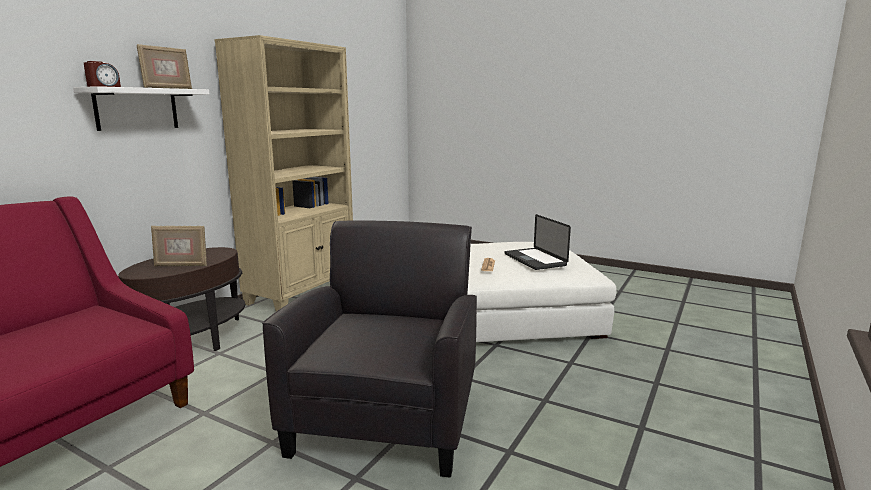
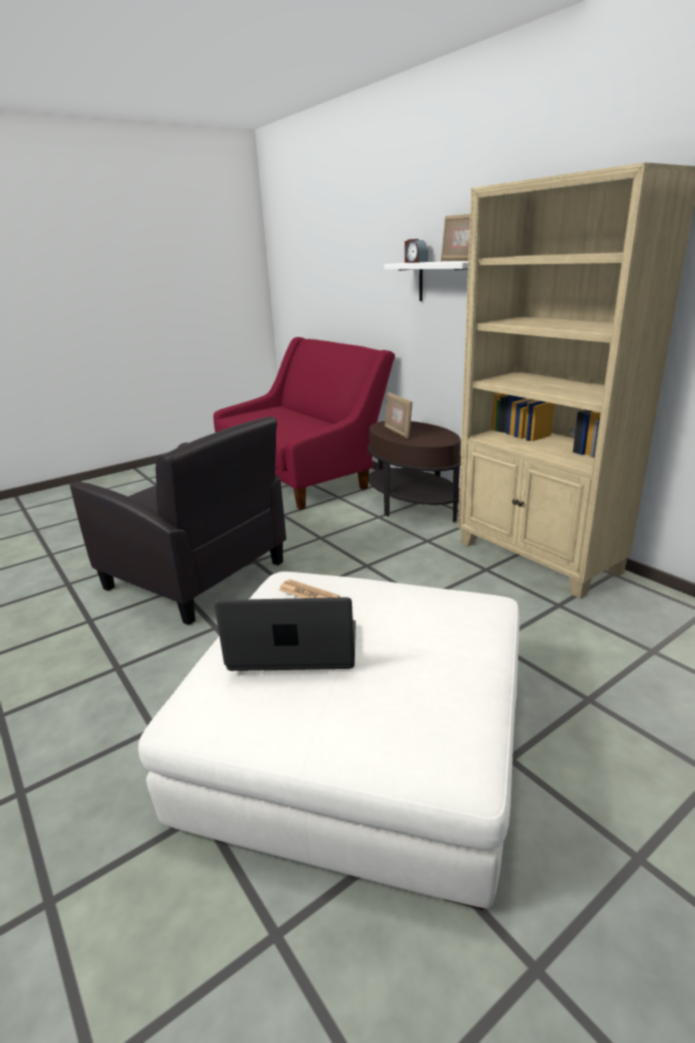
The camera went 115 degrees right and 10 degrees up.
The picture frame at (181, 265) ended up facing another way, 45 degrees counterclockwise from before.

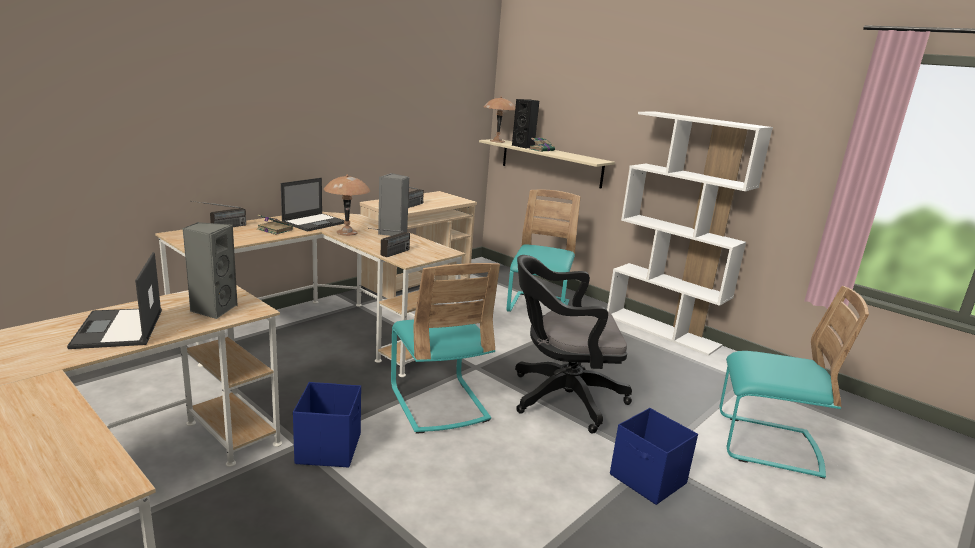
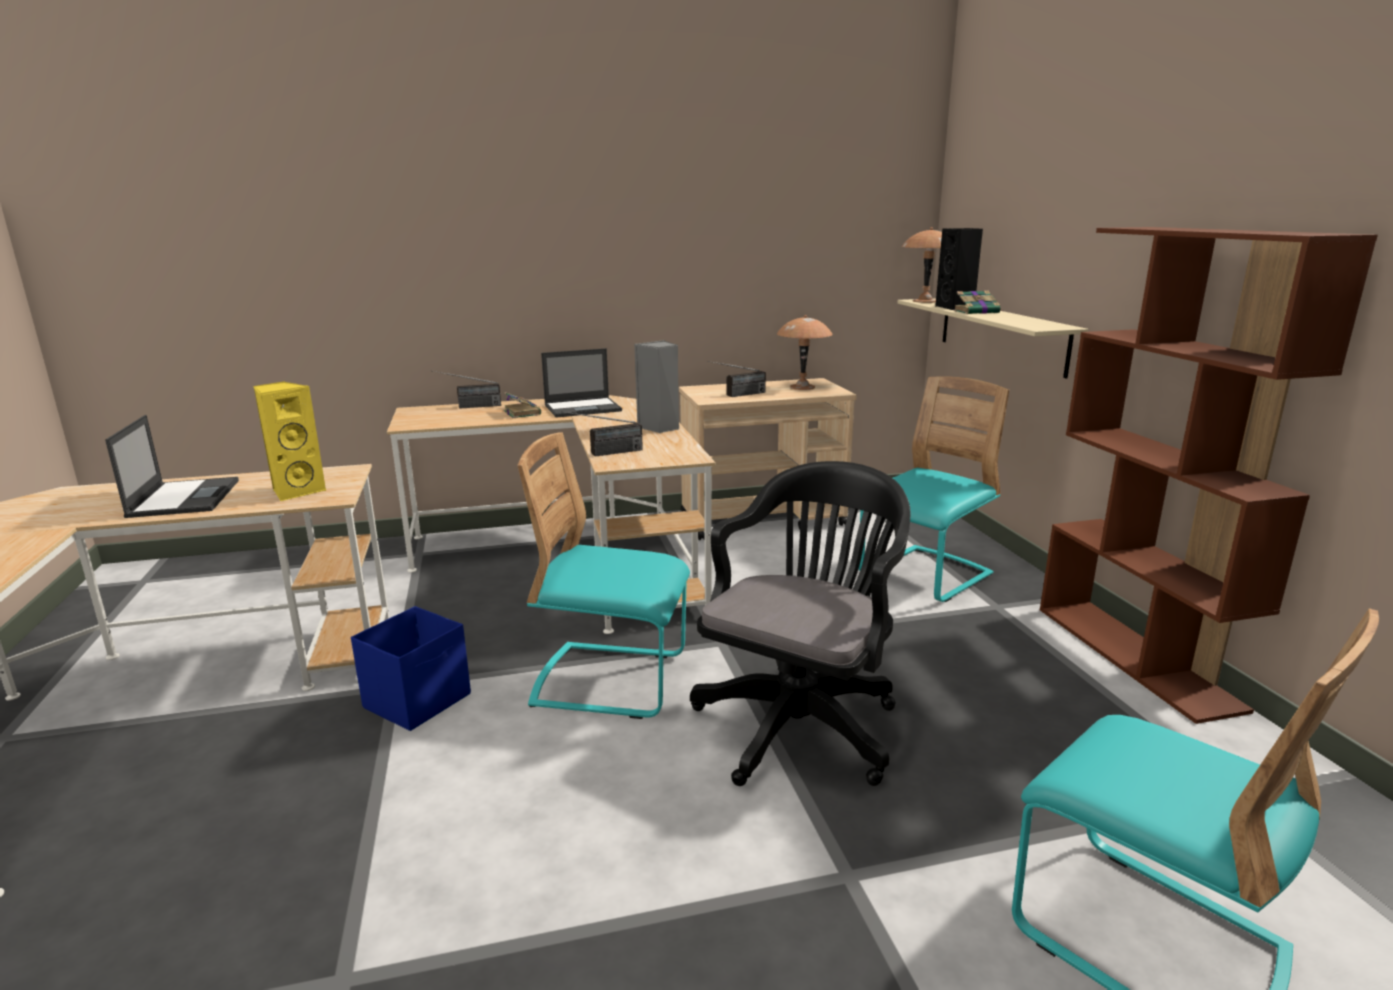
The camera went 35 degrees right and 0 degrees up.
The notebook computer at (118, 329) ended up facing another way, 150 degrees clockwise from before.
What was the speaker in greyish at (213, 309) turned into the speaker in yellow-coloured at (297, 491).
The chair in turquoise-coloured at (438, 403) ended up facing another way, 90 degrees clockwise from before.
The office chair in blackish at (560, 398) ended up facing another way, 90 degrees clockwise from before.
The lamp for a table in brown ended up elsewhere, having gone from (347, 232) to (802, 387).
What was the shelving unit in white-coloured at (662, 330) turned into the shelving unit in brown at (1136, 656).
The second view lost the storage box in bluish at (648, 480).

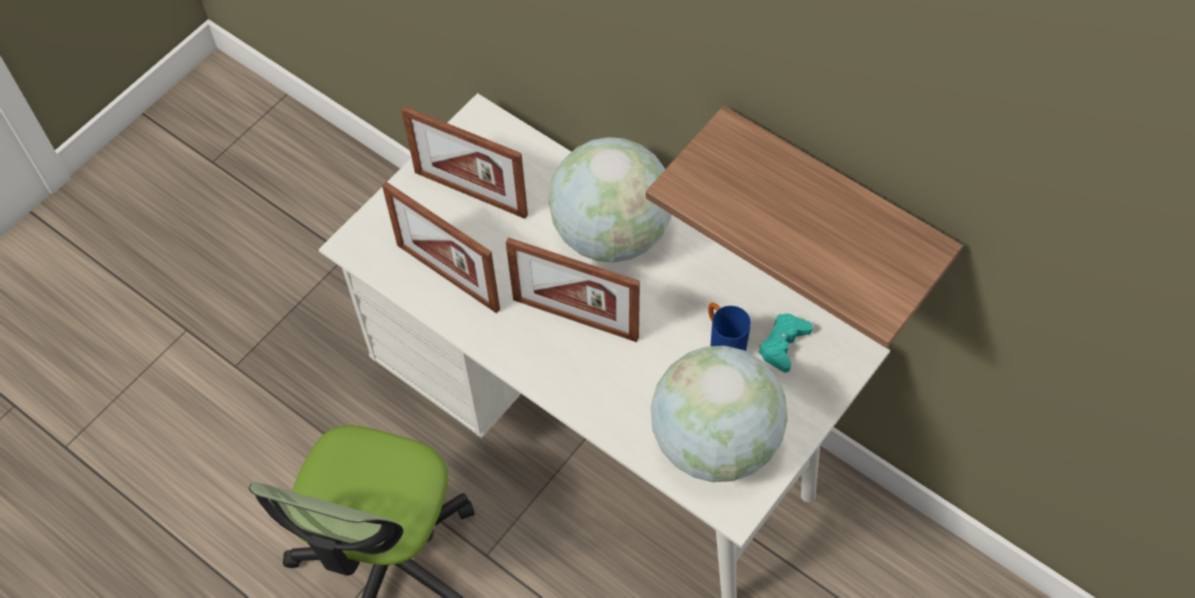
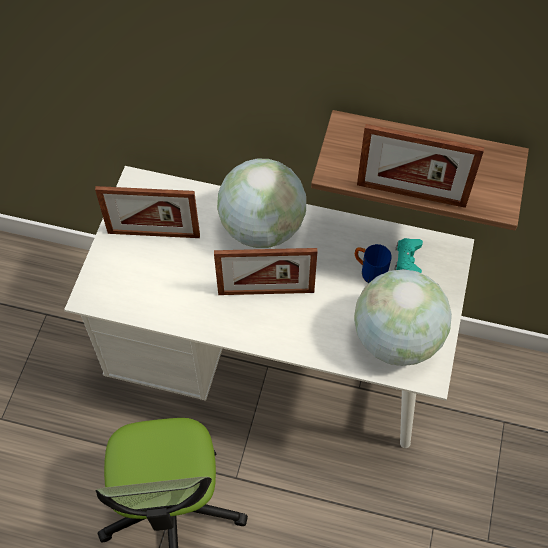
The camera went 25 degrees left and 0 degrees up.
The picture frame ended up elsewhere, having gone from (448, 277) to (411, 194).

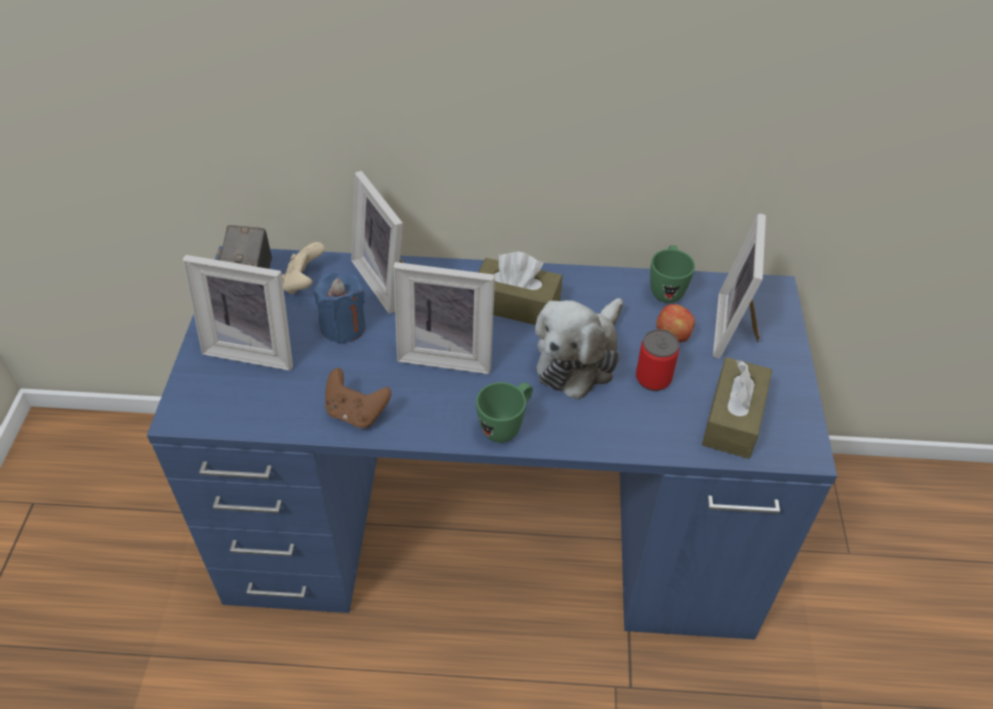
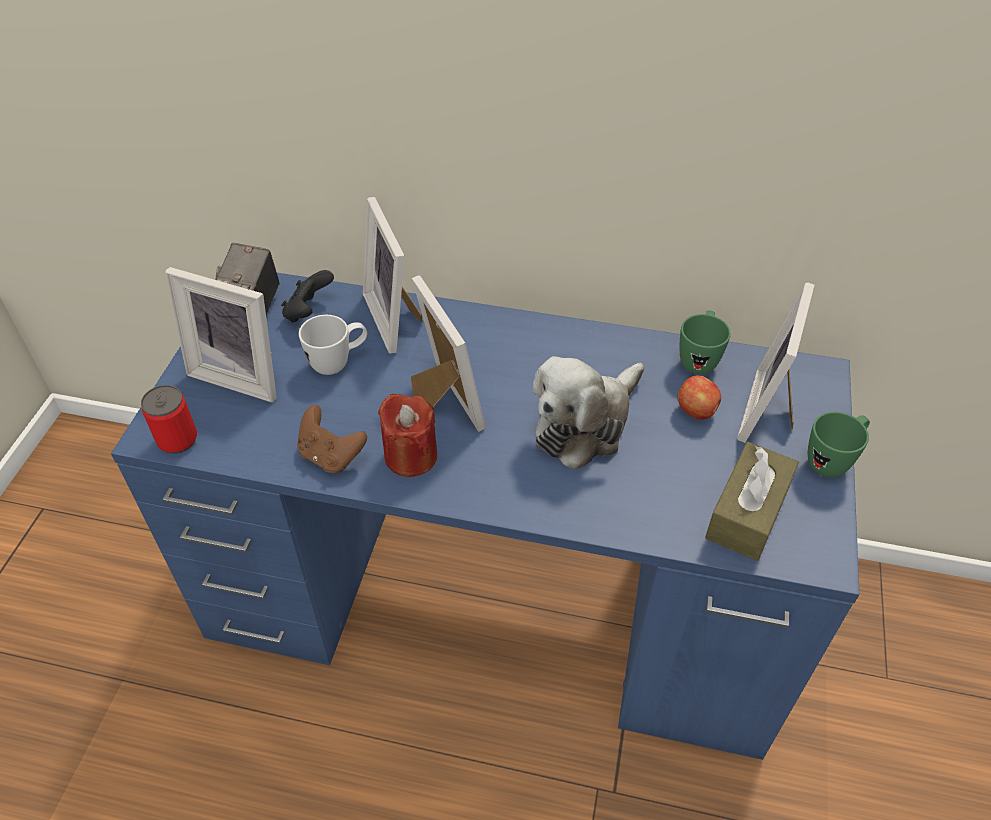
The camera went 10 degrees right and 0 degrees up.
The sealed can ended up elsewhere, having gone from (653, 378) to (177, 440).
What was the gamepad in beige-coloured at (304, 283) turned into the gamepad in blackish at (308, 312).
Where the wax candle in bluish stood at (343, 327), the tea mug in white-coloured came to stand at (338, 362).
The second view gained the wax candle in reddish at (411, 456).
The picture frame at (447, 353) ended up facing another way, 135 degrees counterclockwise from before.
The tea mug in greenish ended up elsewhere, having gone from (506, 426) to (832, 460).
The second view lost the tissue box in brown at (516, 305).

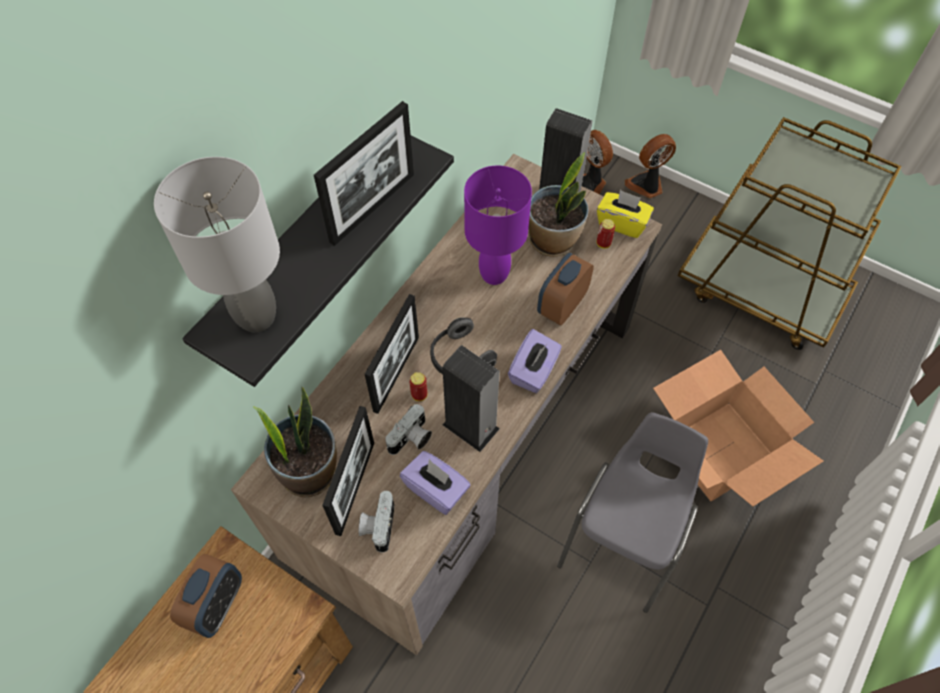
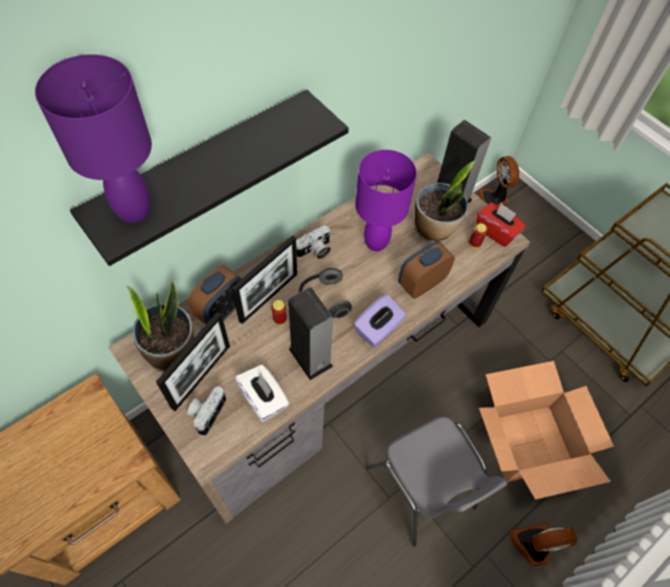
The camera went 15 degrees right and 0 degrees up.
What was the lamp for a table in greyish at (258, 316) turned into the lamp for a table in purple-coloured at (135, 210).
The bedside clock ended up elsewhere, having gone from (217, 604) to (221, 310).
What was the tissue box in purple-coloured at (436, 489) turned into the tissue box in white-coloured at (263, 399).
The photo camera ended up elsewhere, having gone from (411, 439) to (315, 251).
The chair in greyish at (624, 540) ended up facing another way, 105 degrees clockwise from before.
What was the tissue box in yellow-coloured at (622, 223) turned into the tissue box in reddish at (496, 231).
The electric fan ended up elsewhere, having gone from (646, 185) to (533, 545).
The second view lost the picture frame at (372, 207).

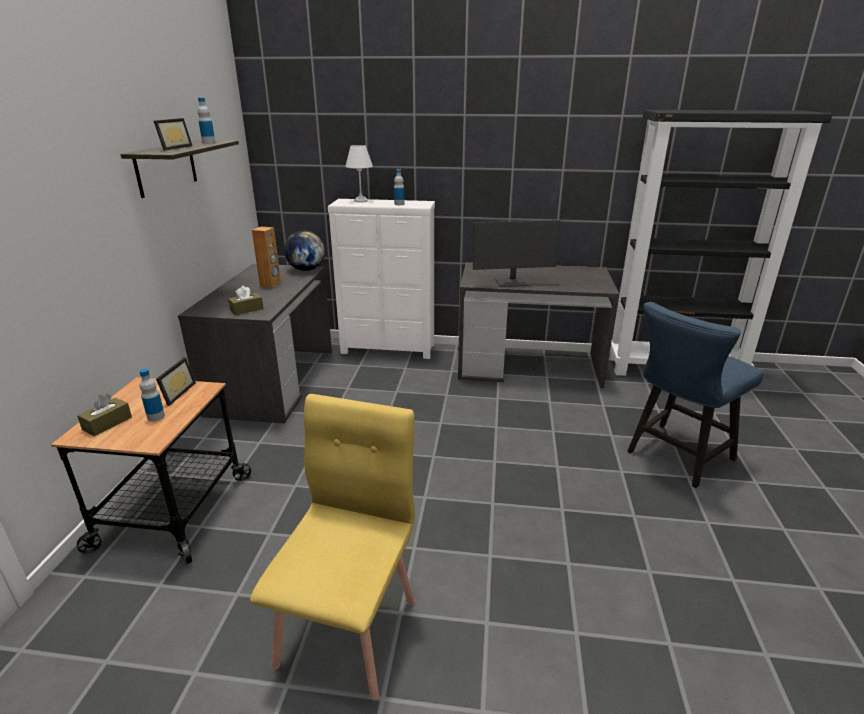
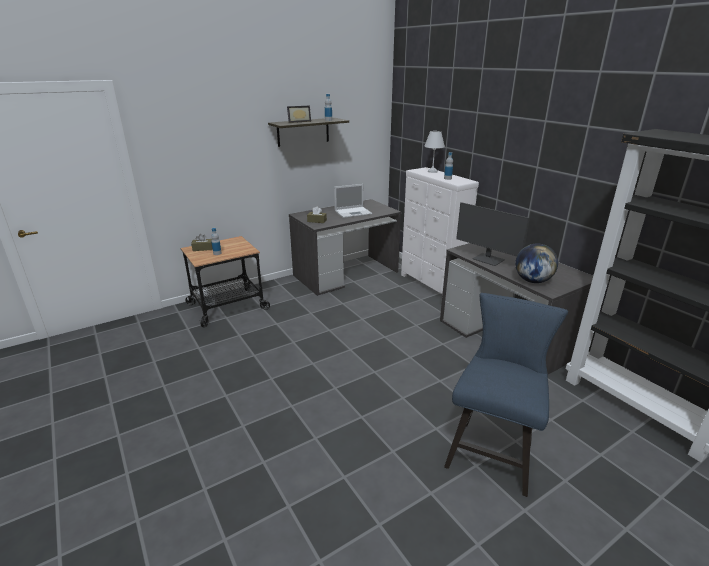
The camera went 50 degrees right and 0 degrees up.
Where the speaker in brown stood at (270, 284), the notebook computer came to stand at (353, 212).
The chair in bluish at (675, 458) ended up facing another way, 105 degrees clockwise from before.
The world globe ended up elsewhere, having gone from (306, 269) to (532, 281).
The second view lost the picture frame at (175, 393).
The second view lost the chair in yellow-coloured at (349, 631).

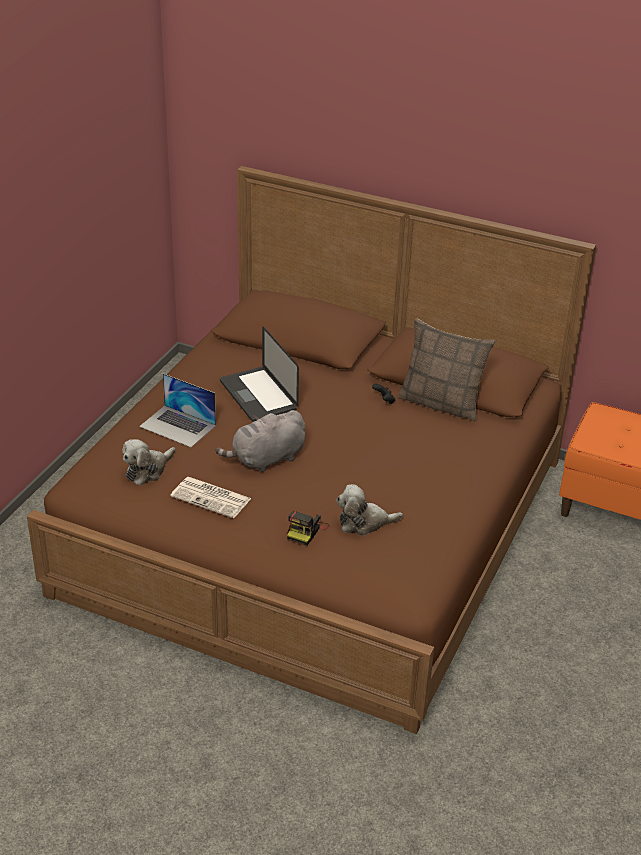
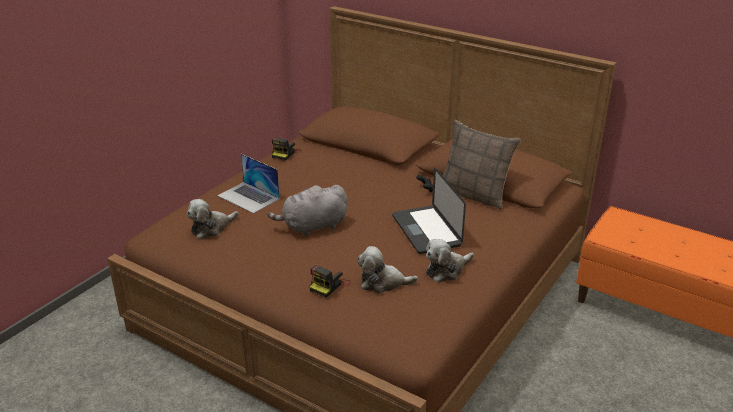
The camera went 10 degrees right and 5 degrees down.
The second view gained the photo camera at (286, 154).
The notebook computer ended up elsewhere, having gone from (258, 395) to (426, 230).
The second view gained the cuddly toy at (446, 270).
The second view lost the newspaper at (212, 498).

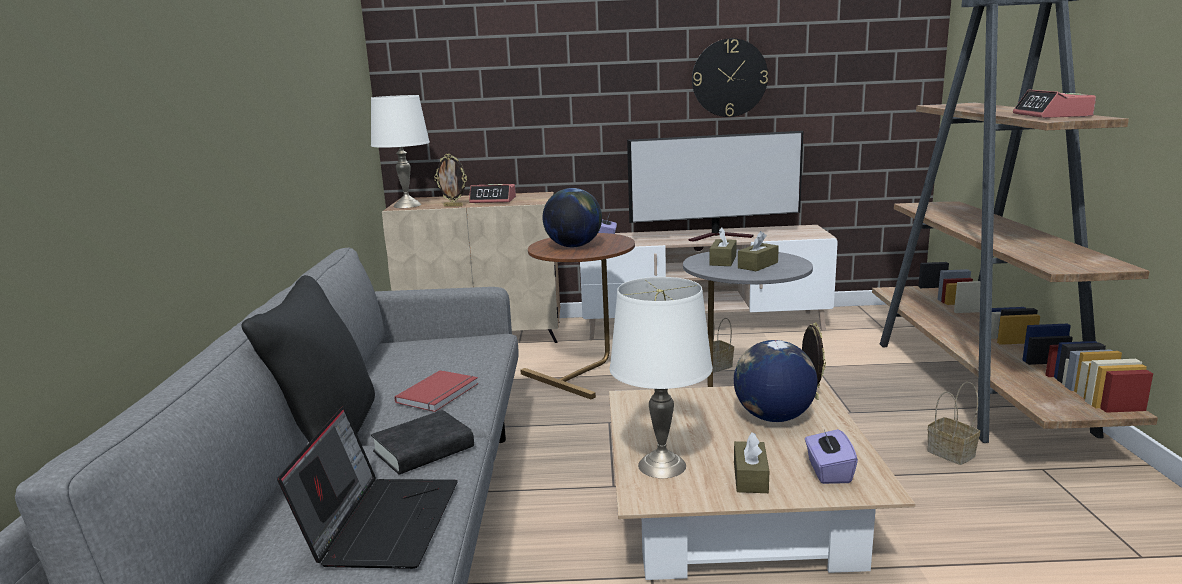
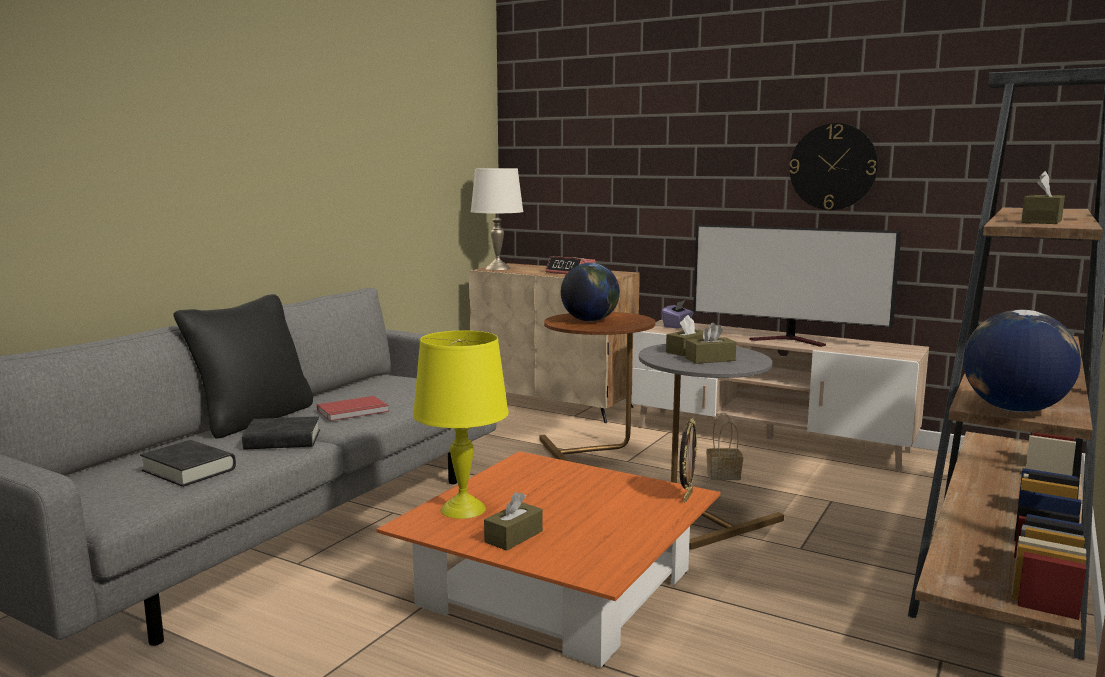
The camera went 30 degrees right and 5 degrees down.
Where the notebook computer stood at (381, 522), the volume in blackish came to stand at (189, 470).
What was the coffee table in beige-coloured at (734, 512) turned into the coffee table in orangey at (556, 587).
What was the lamp for a table in white-coloured at (662, 466) turned into the lamp for a table in yellow-coloured at (463, 509).
The world globe ended up elsewhere, having gone from (773, 417) to (1013, 409).
Where the bedside clock stood at (1052, 115), the tissue box in brown came to stand at (1041, 221).
The second view lost the picture frame at (453, 206).
The second view lost the tissue box in purple-coloured at (828, 471).
The second view lost the storage basket at (952, 453).

